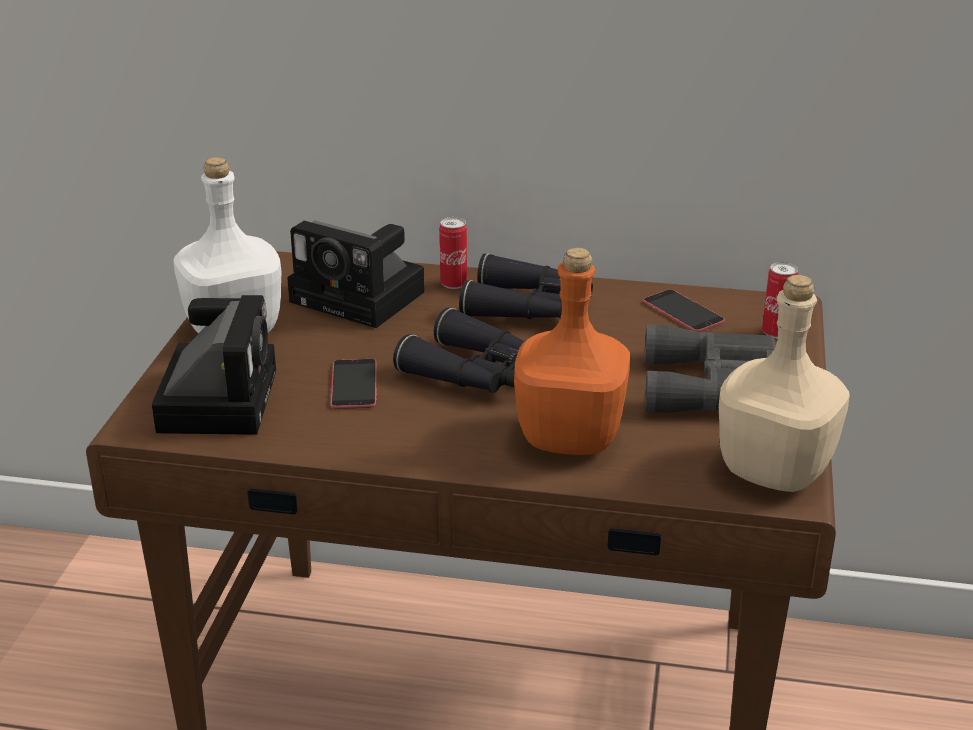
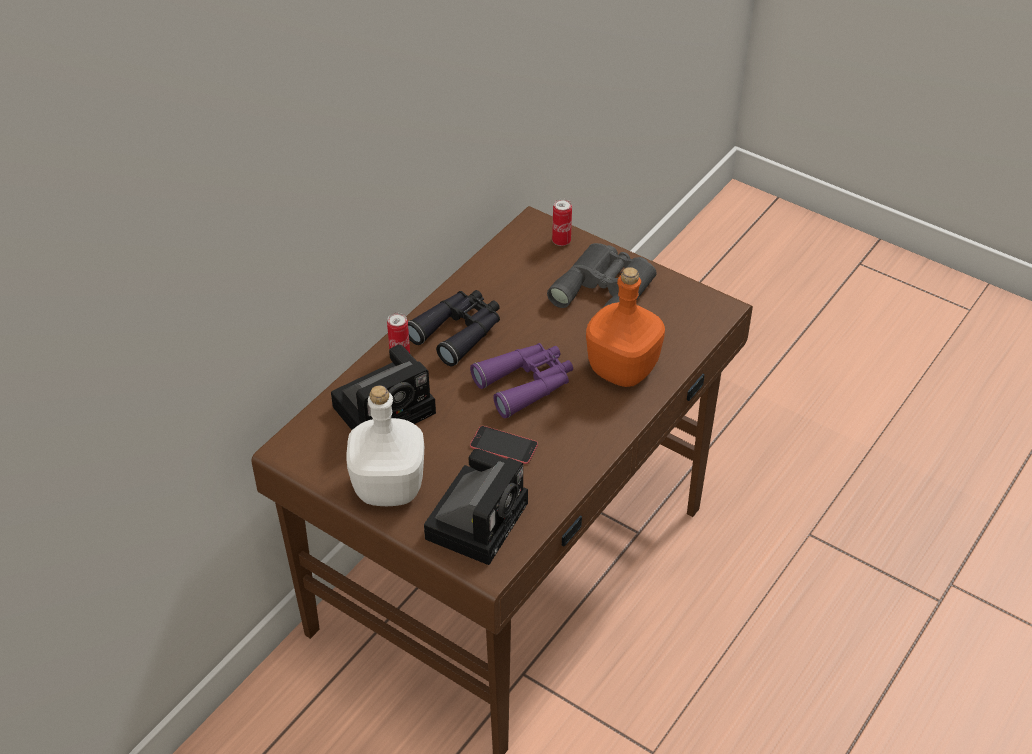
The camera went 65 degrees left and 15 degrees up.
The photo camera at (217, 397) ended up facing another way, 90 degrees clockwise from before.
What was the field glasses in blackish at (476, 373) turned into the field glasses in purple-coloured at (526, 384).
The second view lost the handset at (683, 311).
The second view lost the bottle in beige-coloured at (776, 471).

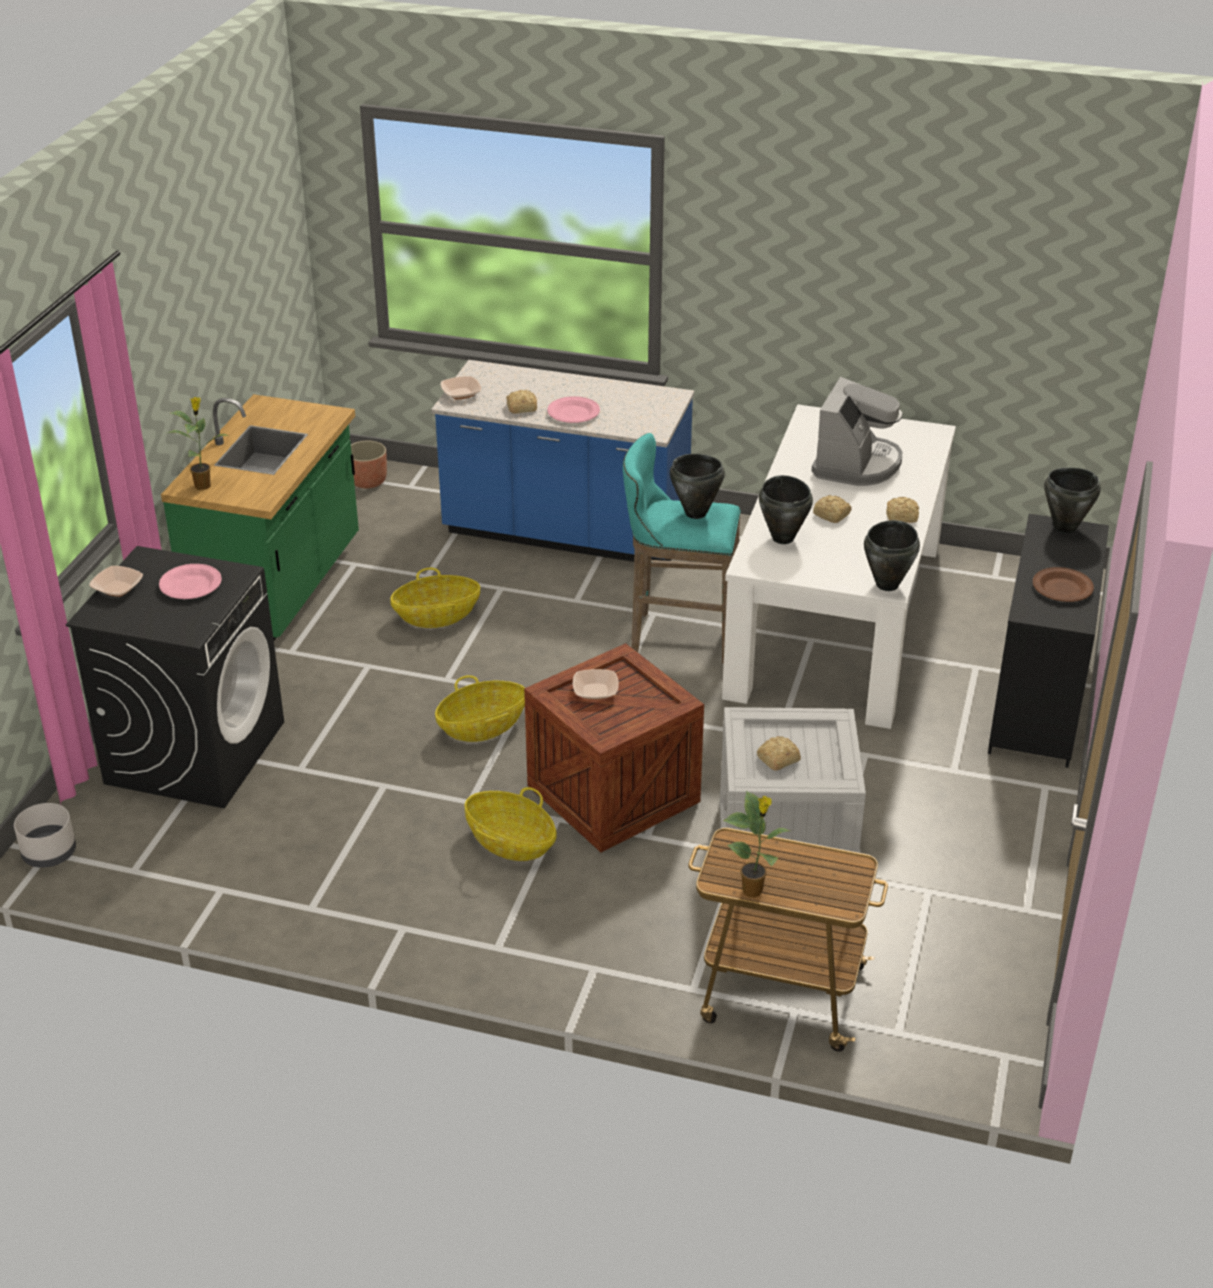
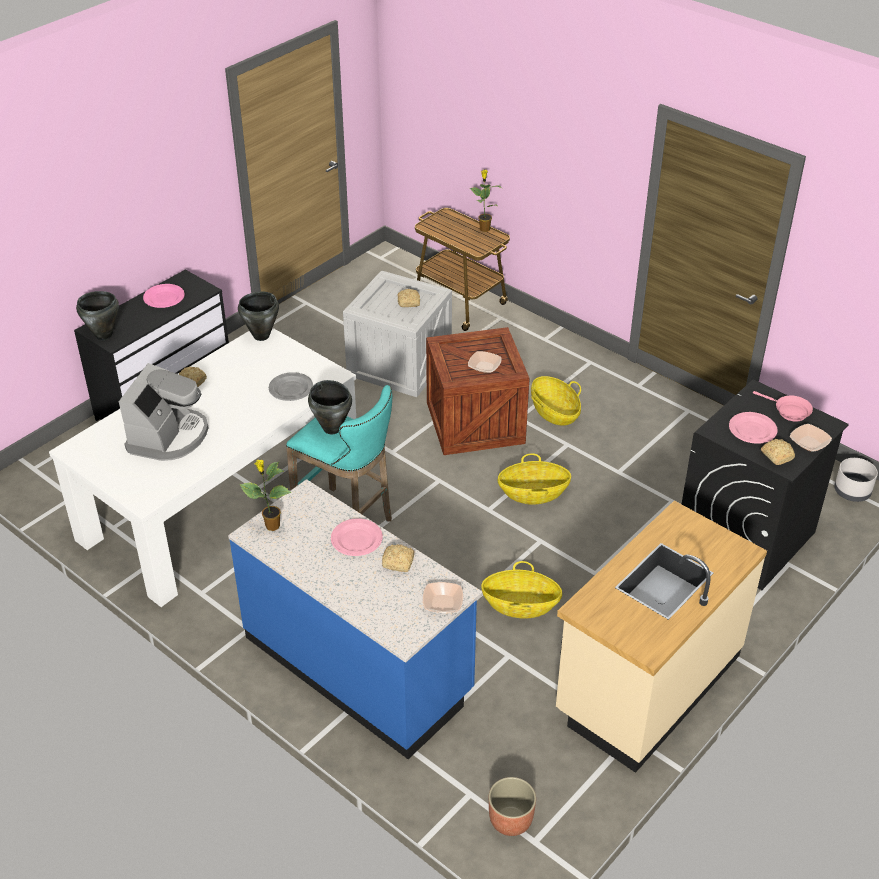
The camera went 155 degrees left and 5 degrees up.
The coffee machine at (856, 464) ended up facing another way, 150 degrees clockwise from before.
What was the dinner plate in brown at (1062, 588) turned into the dinner plate in pink-coloured at (164, 298).
The potted plant ended up elsewhere, having gone from (203, 485) to (271, 526).
Where the stockpot in blackish stood at (783, 538), the dinner plate in greyish came to stand at (291, 389).
What was the counter in greenish at (279, 590) turned into the counter in beige-coloured at (647, 684).
The second view gained the frying pan in pink-coloured at (789, 411).
The bakery bread ended up elsewhere, having gone from (832, 515) to (777, 455).

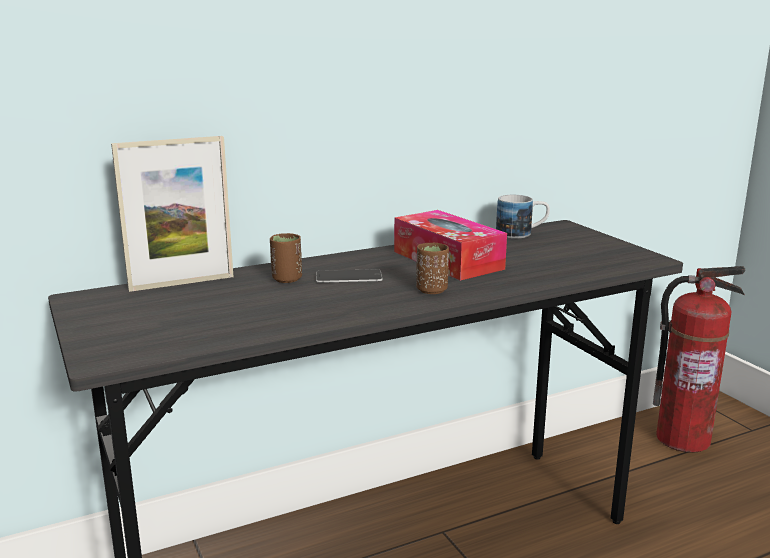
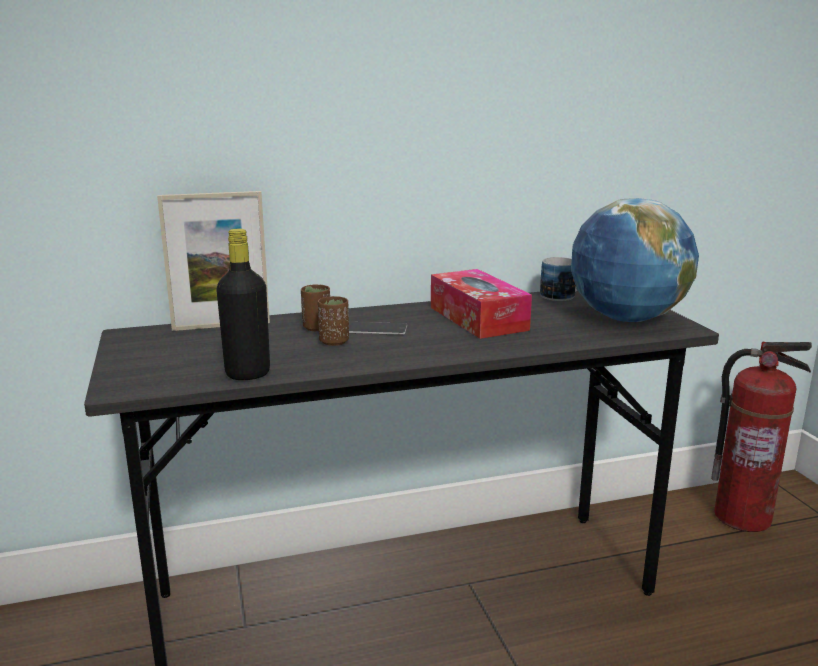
The camera went 10 degrees right and 0 degrees up.
The second view gained the bottle in blackish at (248, 374).
The small cup in brown ended up elsewhere, having gone from (432, 290) to (334, 342).
The second view gained the world globe at (626, 319).

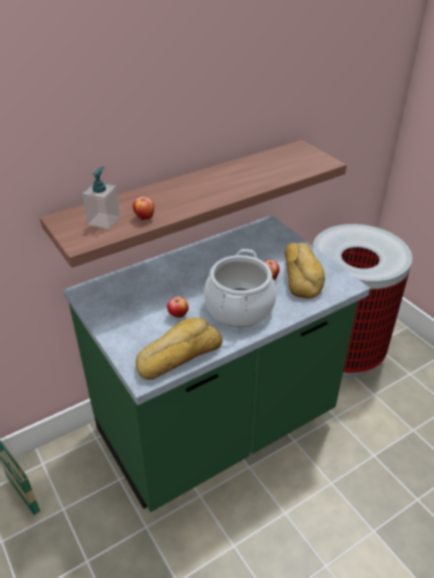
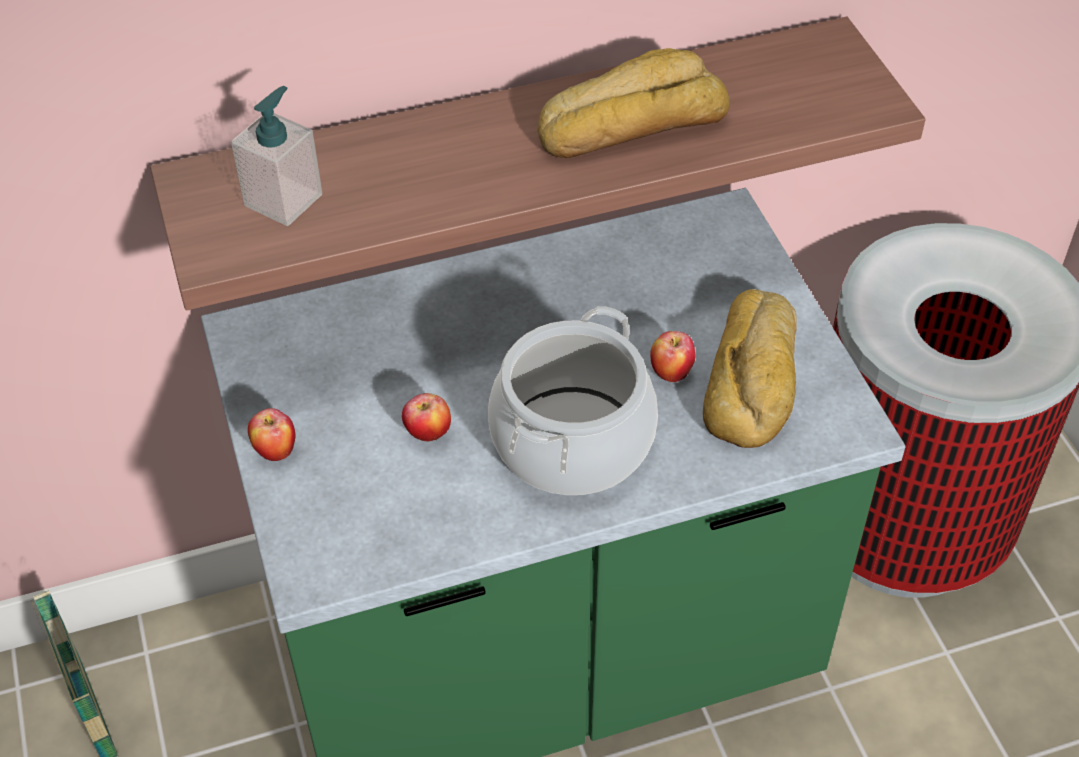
The camera went 15 degrees right and 10 degrees up.
The apple fruit ended up elsewhere, having gone from (144, 218) to (275, 451).
The bakery bread ended up elsewhere, having gone from (178, 354) to (630, 122).

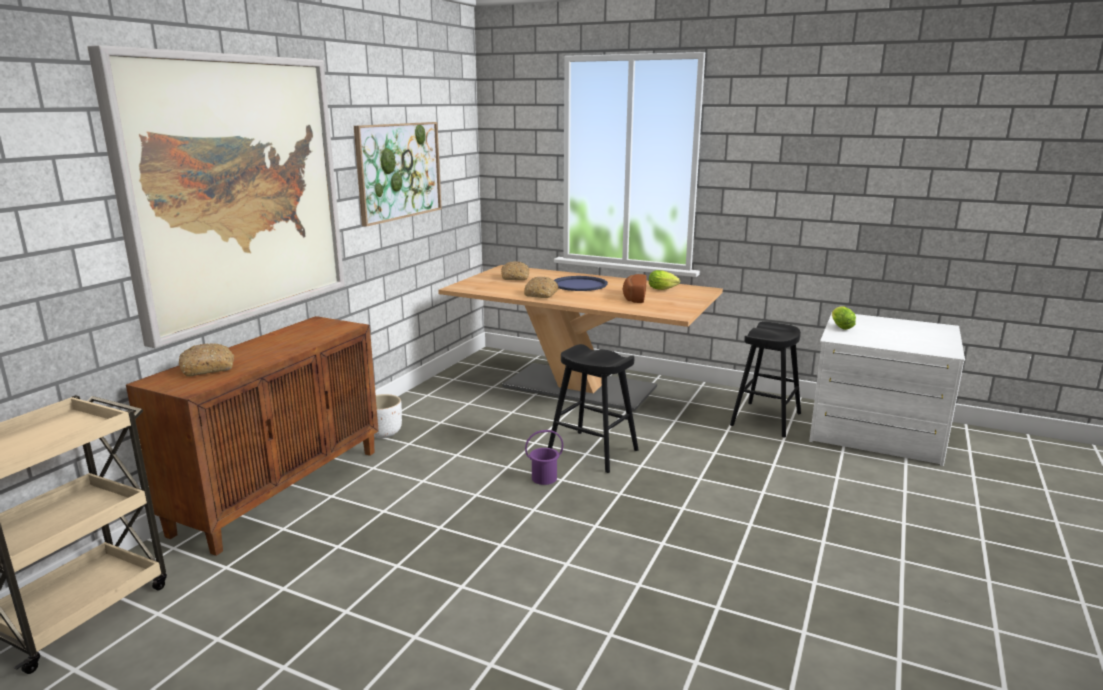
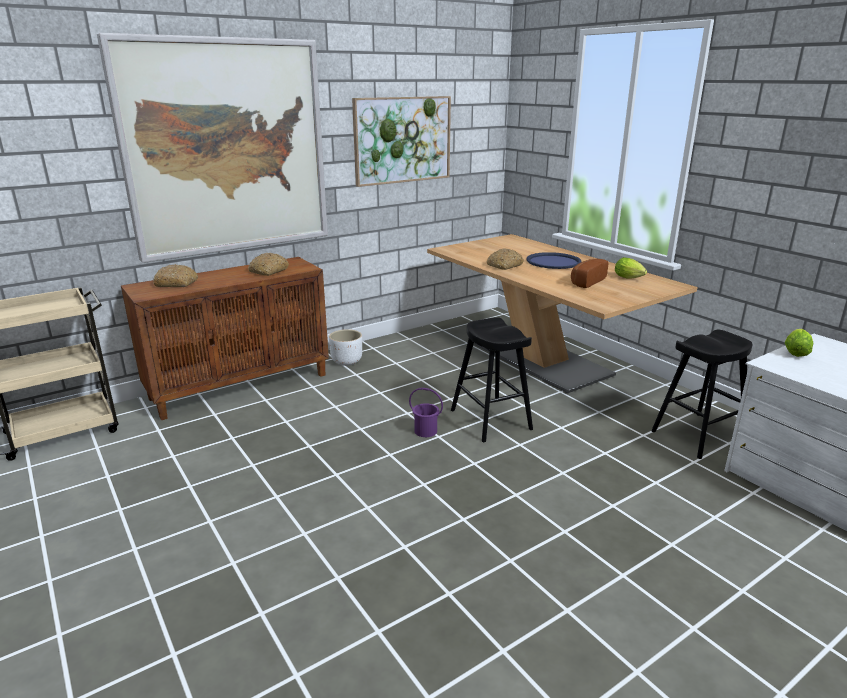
The camera went 30 degrees right and 5 degrees up.
The bakery bread ended up elsewhere, having gone from (515, 277) to (269, 271).

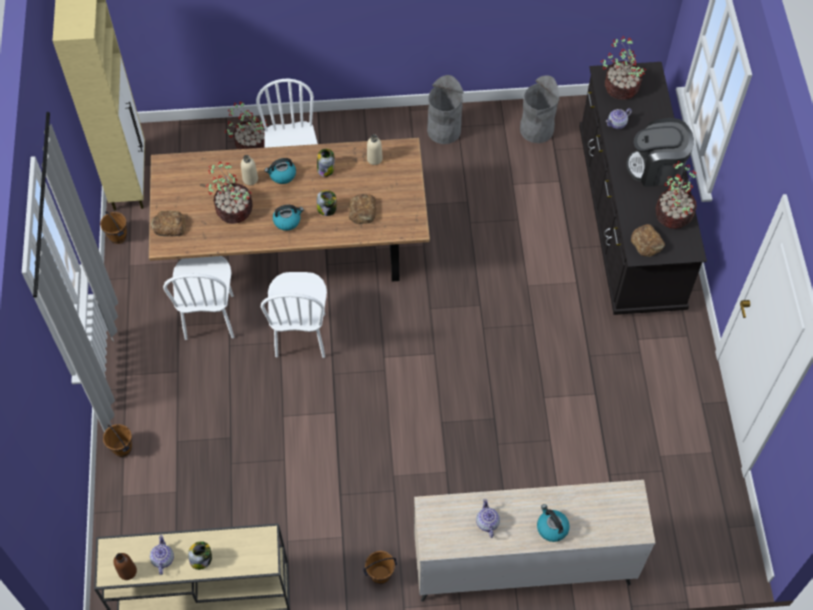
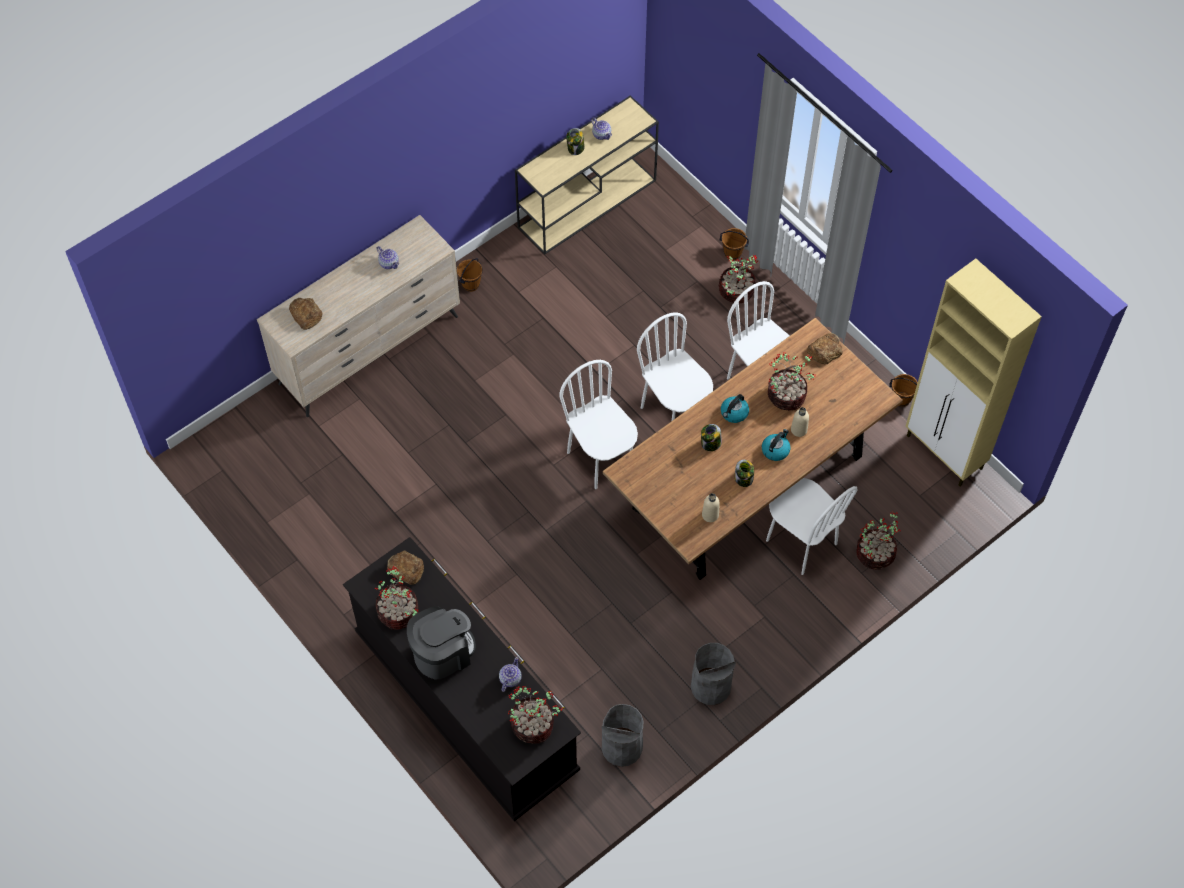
The camera went 145 degrees right and 0 degrees up.
The bakery bread ended up elsewhere, having gone from (363, 211) to (306, 315).
The second view gained the chair in white-coloured at (601, 459).
The second view gained the potted plant at (736, 292).
The second view lost the bottle in brown at (127, 571).
The second view lost the water kettle at (551, 528).

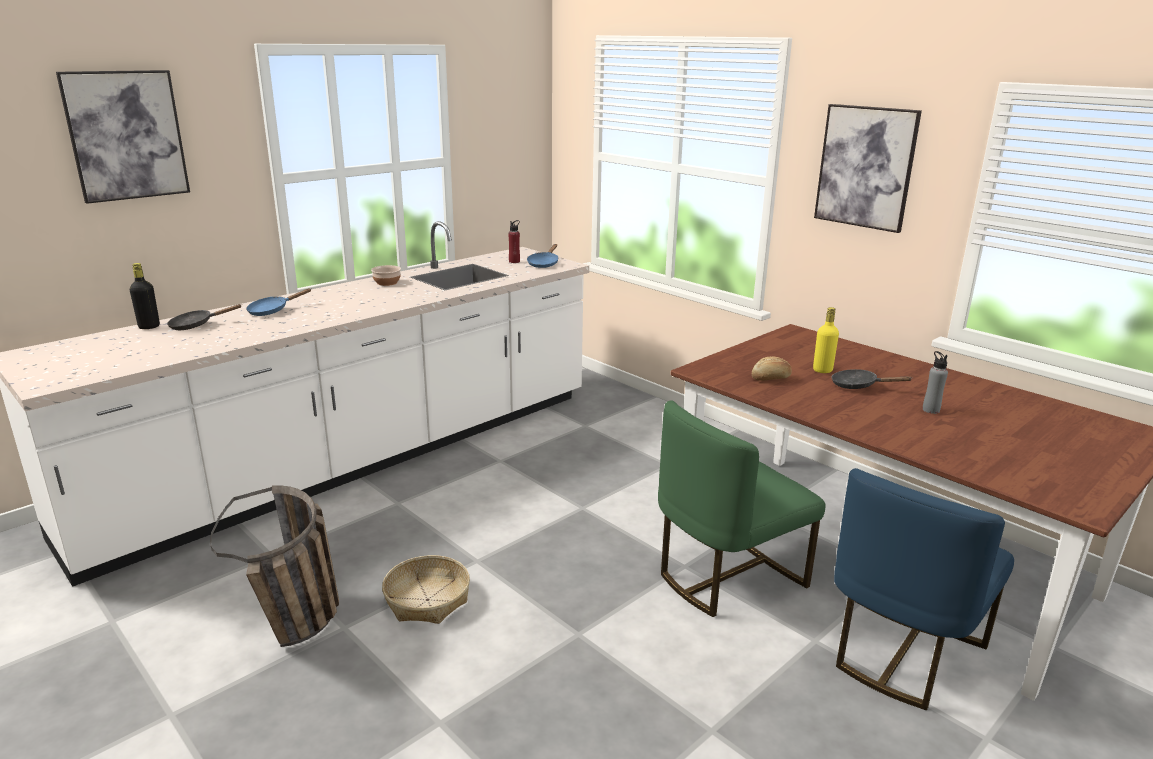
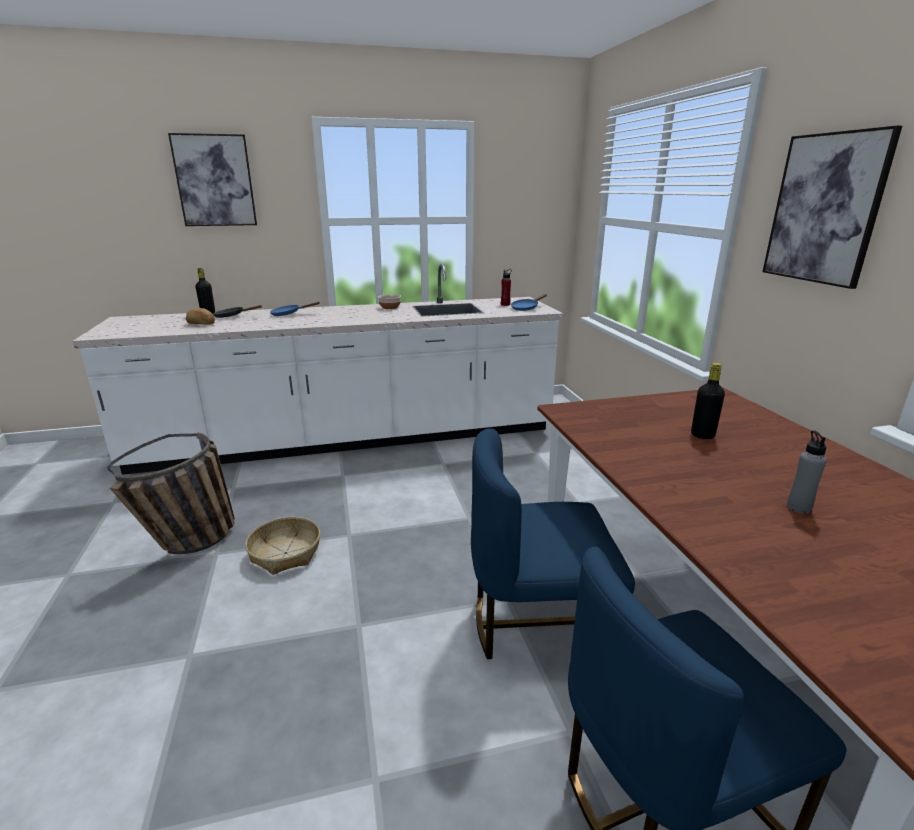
The camera went 30 degrees right and 0 degrees up.
The bakery bread ended up elsewhere, having gone from (771, 378) to (200, 324).
What was the chair in greenish at (727, 576) turned into the chair in bluish at (538, 623).
What was the bottle in yellow-coloured at (822, 370) turned into the bottle in blackish at (702, 435).
The second view lost the frying pan in blackish at (858, 386).

